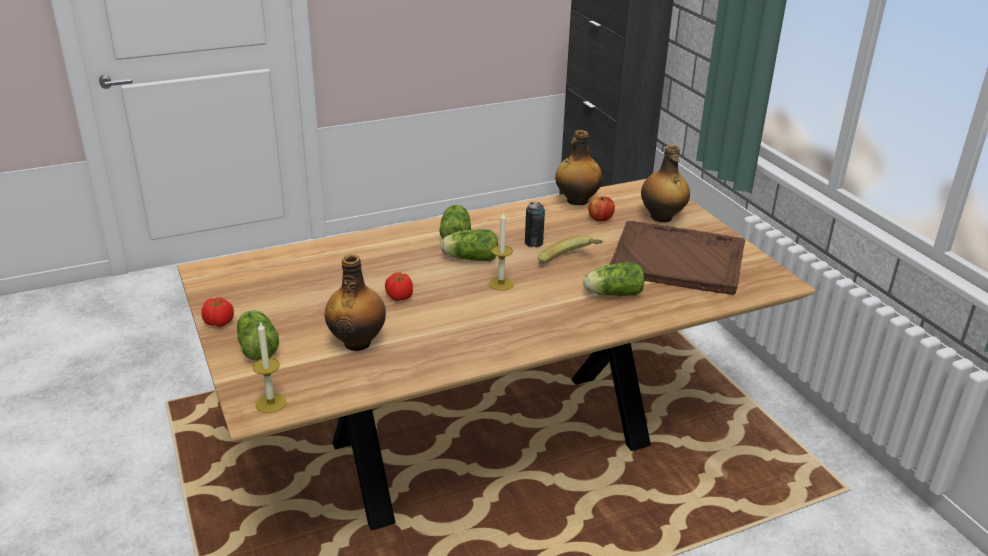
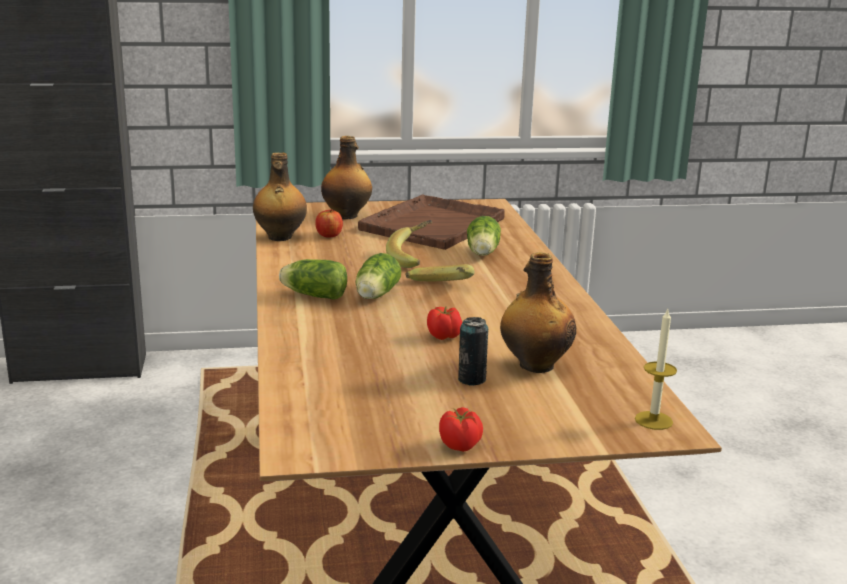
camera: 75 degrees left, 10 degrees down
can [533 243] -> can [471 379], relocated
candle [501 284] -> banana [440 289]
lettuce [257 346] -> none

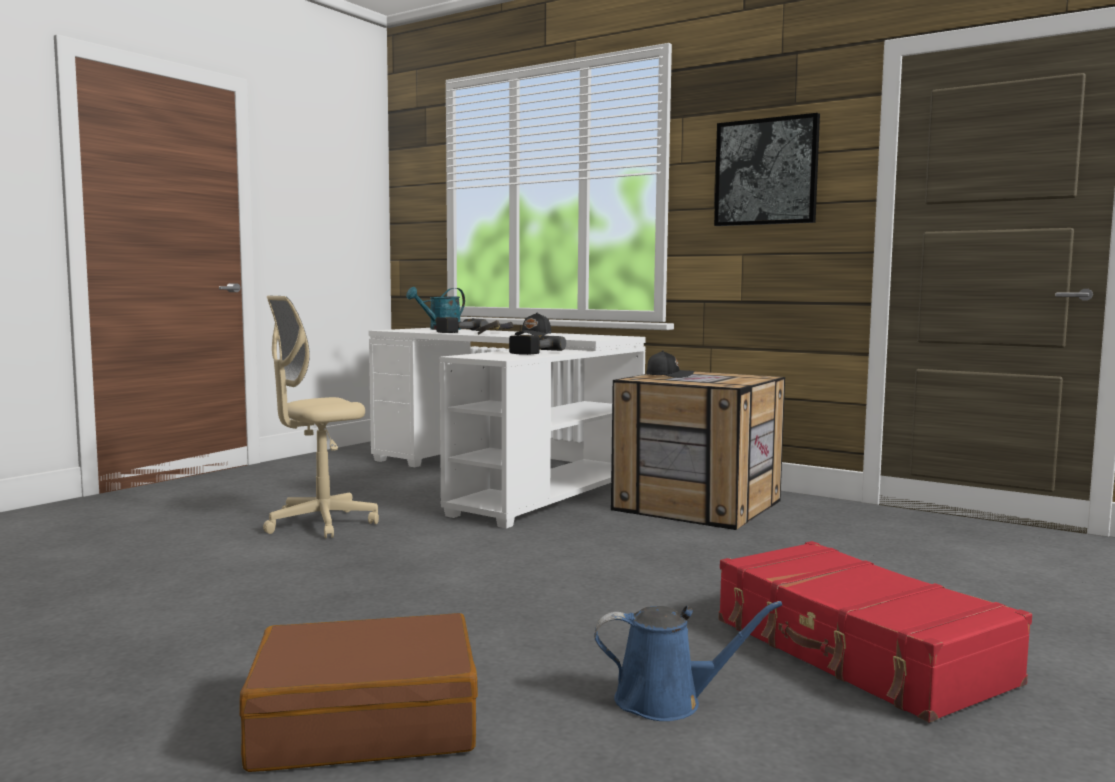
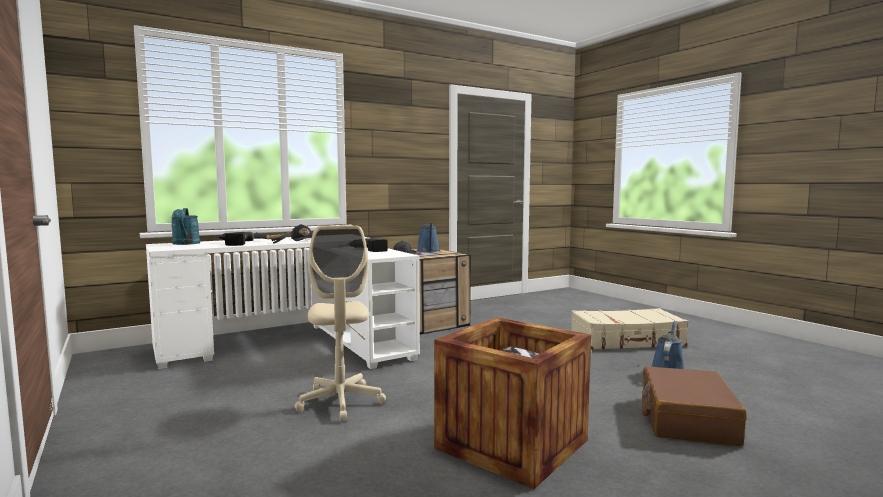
camera: 65 degrees left, 0 degrees up
picture [766 172] -> none
suitcase in red [858 652] -> suitcase in beige [627 341]
none -> watering can in blue [428 251]
none -> crate [512 444]

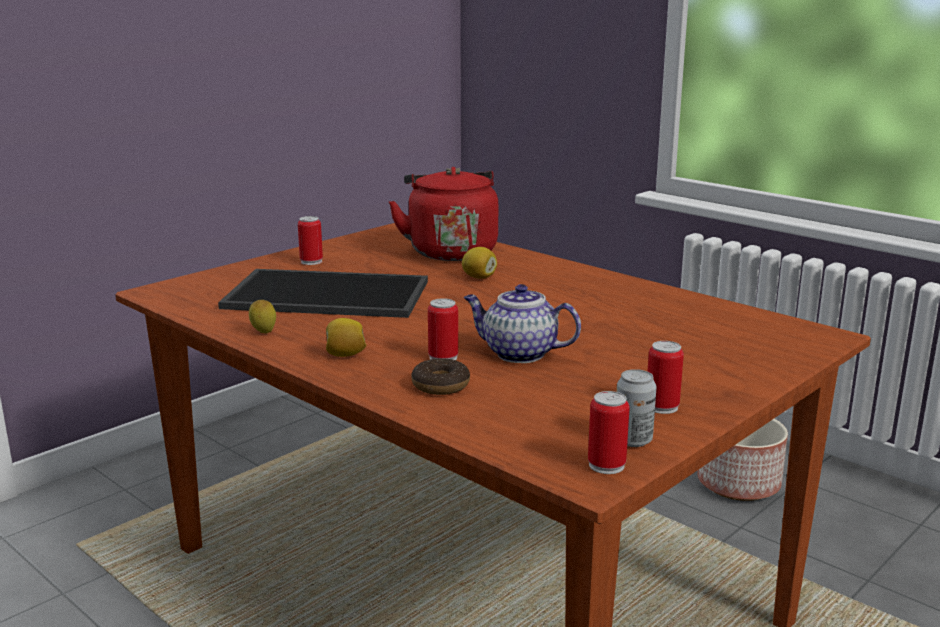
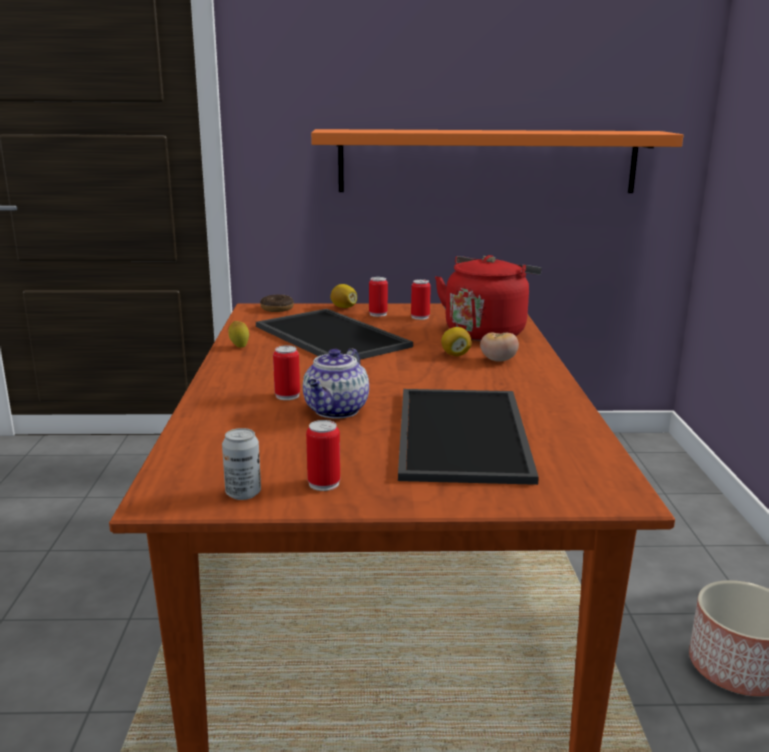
camera: 45 degrees right, 0 degrees up
teapot [518 354] -> teapot [336 411], 135 degrees counterclockwise
lemon [345 355] -> lemon [344 307], relocated
donut [440 385] -> donut [277 308], relocated
can [606 465] -> can [420 317], relocated
none -> shelf in orange [487 161]
none -> tomato [498 360]
none -> tray [465 435]

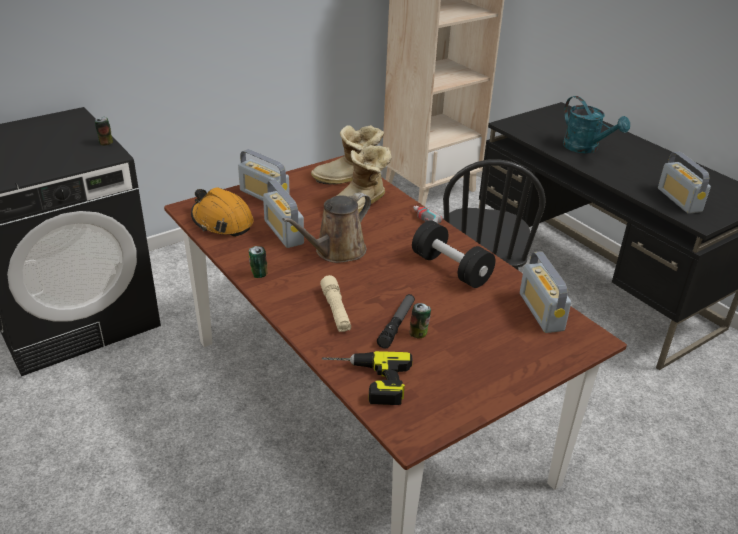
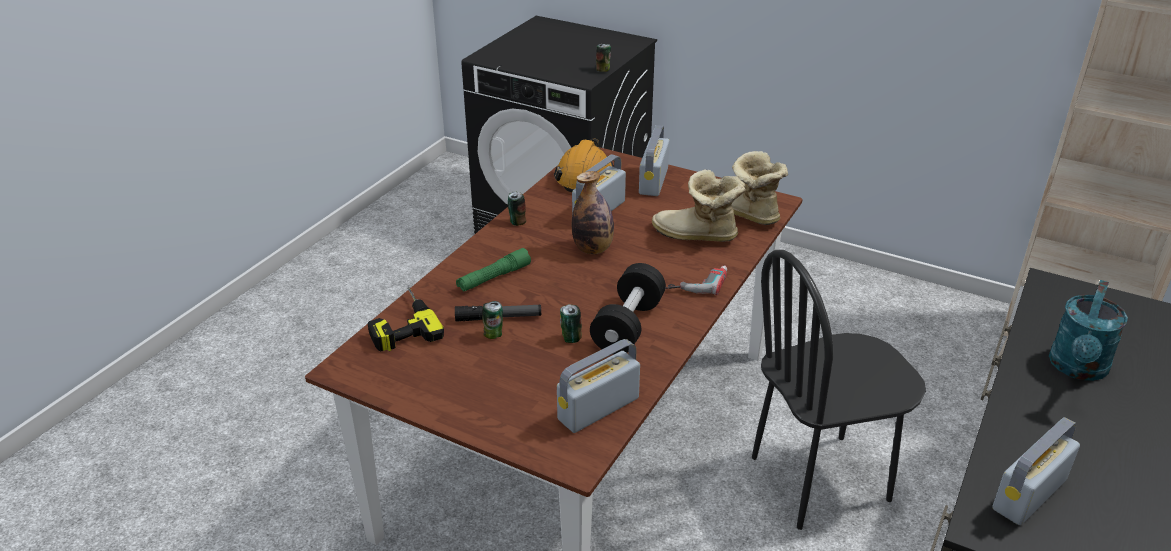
camera: 65 degrees right, 0 degrees up
watering can in brown [336 252] -> bottle [593 249]
flashlight in beige [336 310] -> flashlight in green [494 278]
none -> can [570 338]

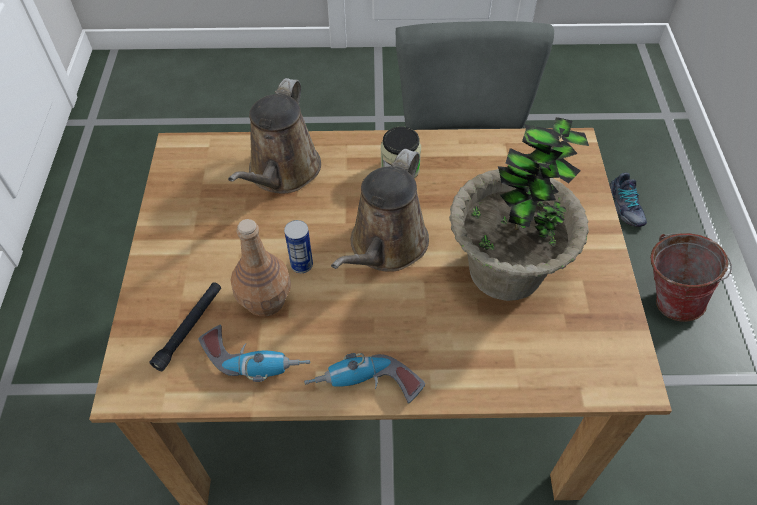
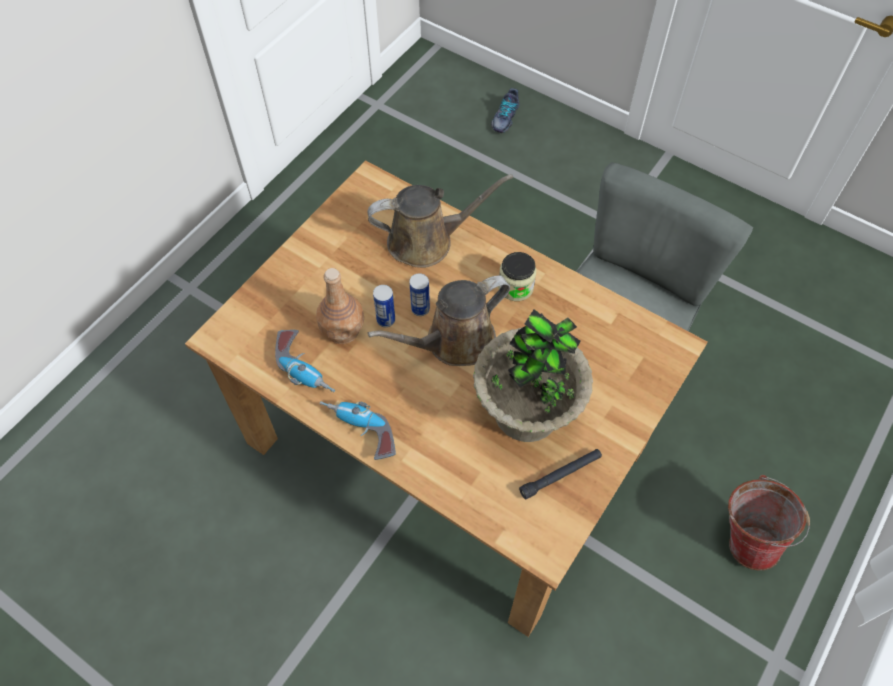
camera: 35 degrees right, 5 degrees up
watering can in brown [282 173] -> watering can in brown [426 241], 150 degrees counterclockwise
shoe [624 207] -> shoe [504 118], relocated
flashlight in black [189 328] -> flashlight in black [560 475], relocated
none -> can [420 309]

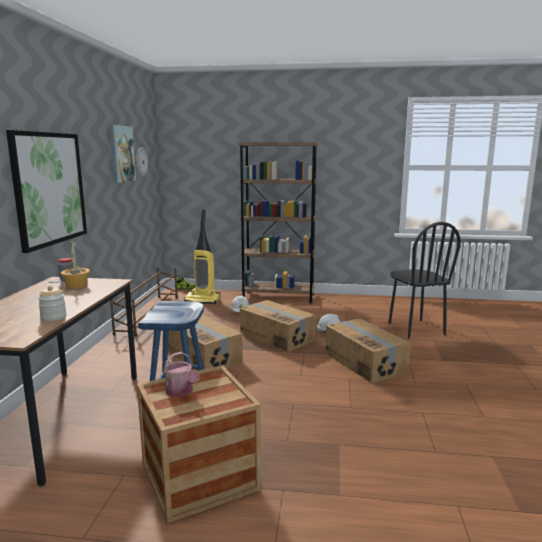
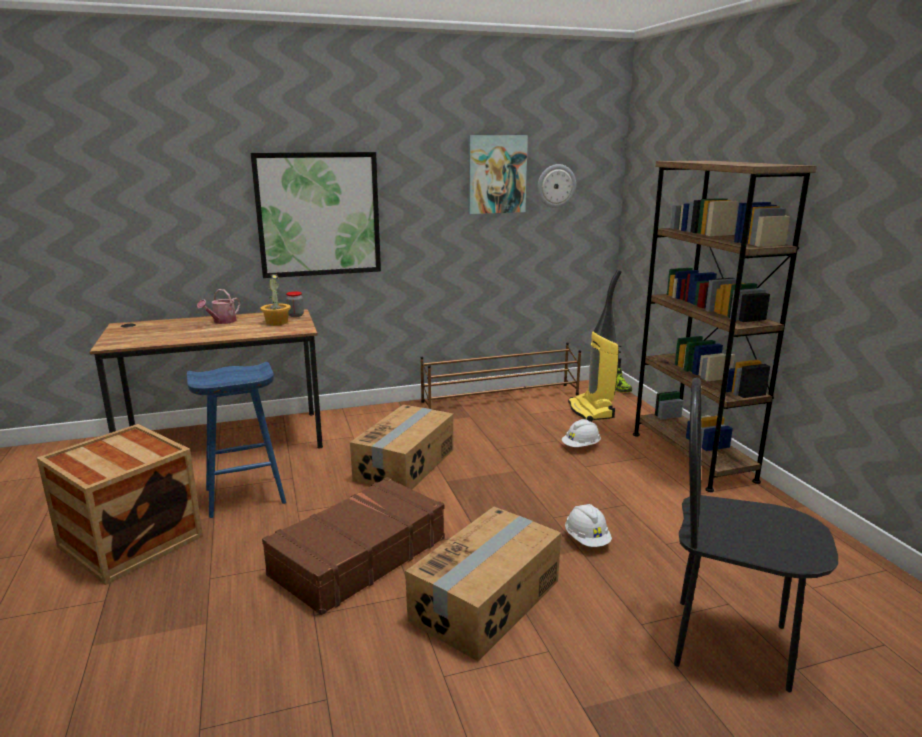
camera: 65 degrees right, 5 degrees up
chair in black [415 328] -> chair in black [730 643], 60 degrees clockwise
jar [53 317] -> none
cardboard box [277 337] -> none
watering can [181 392] -> watering can [222 321], relocated
none -> suitcase in brown [358 556]

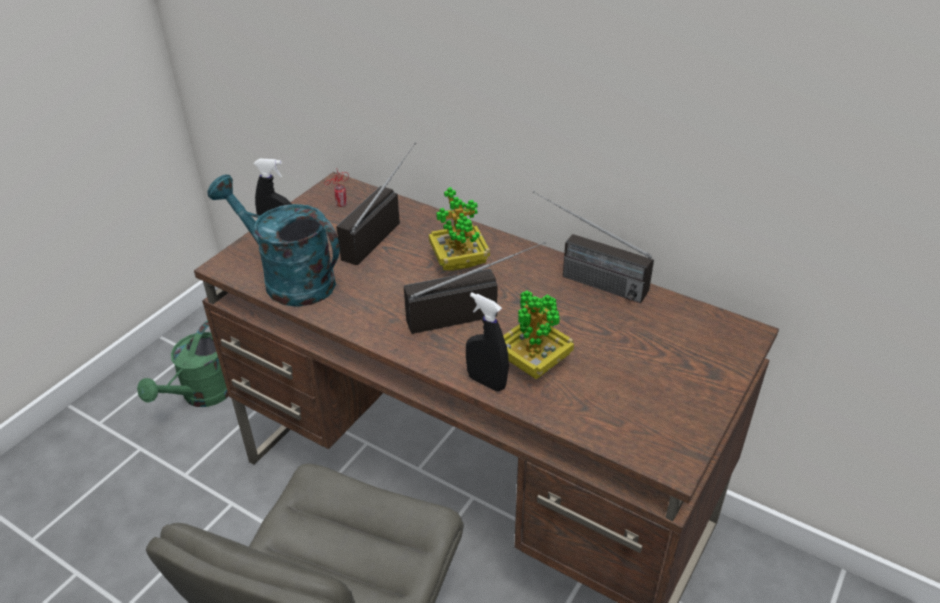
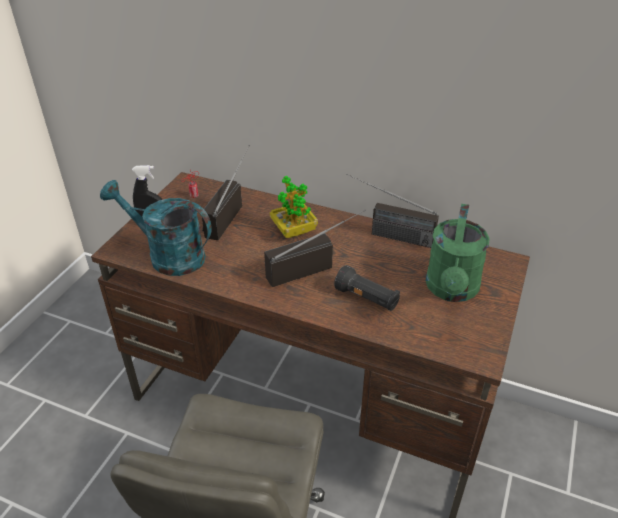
camera: 10 degrees left, 0 degrees up
potted plant [533 363] -> flashlight in black [367 299]
spray bottle in black [486 382] -> none
watering can in green [202 396] -> watering can in green [451 290], relocated

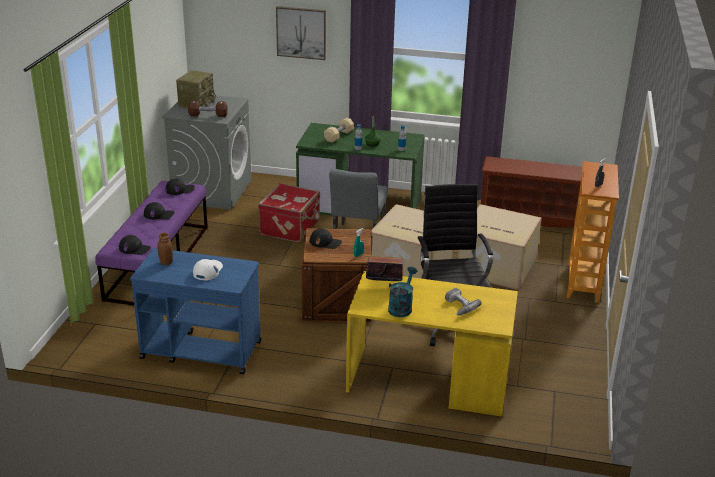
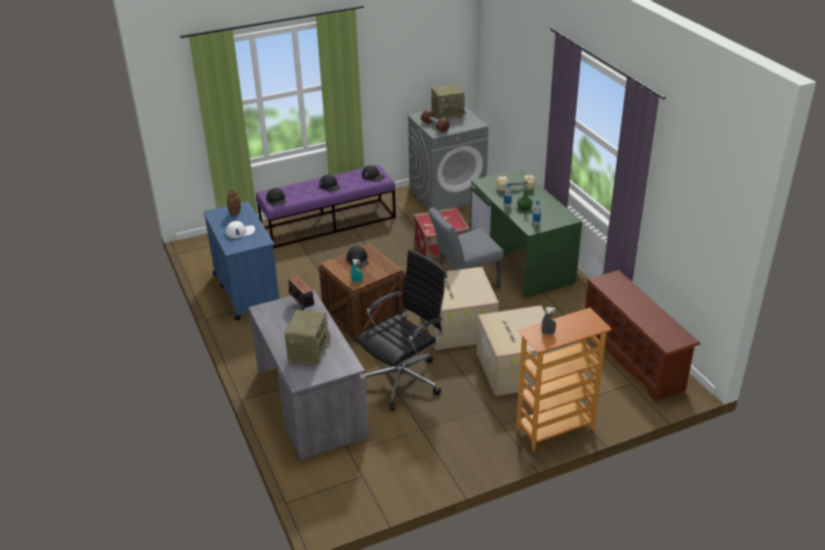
camera: 55 degrees right, 5 degrees up
picture [301 32] -> none
watering can in turquoise [401 307] -> none
desk in yellow [427 380] -> desk in grey [309 403]
power drill [458 306] -> radio [308 350]

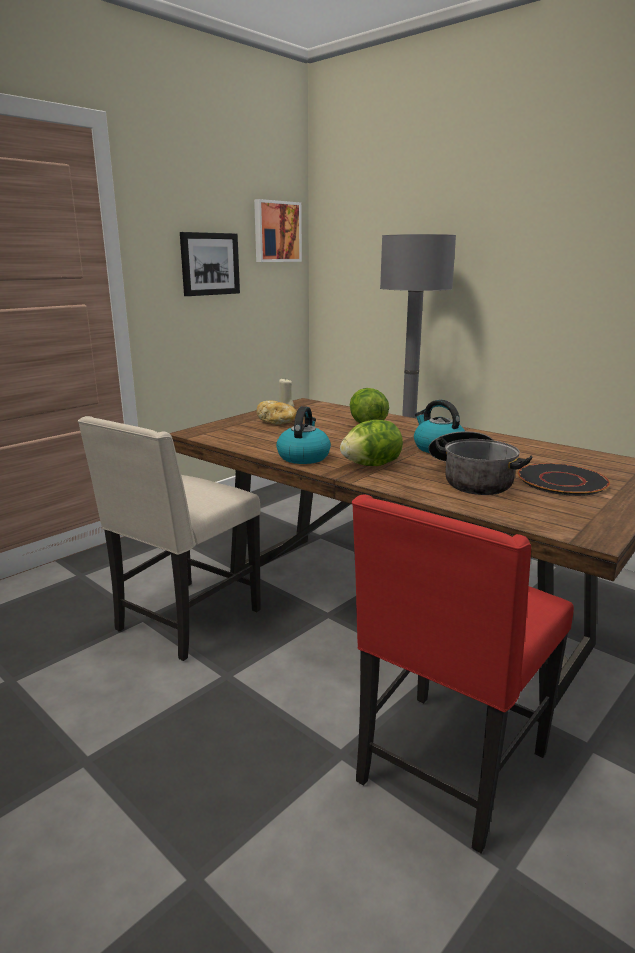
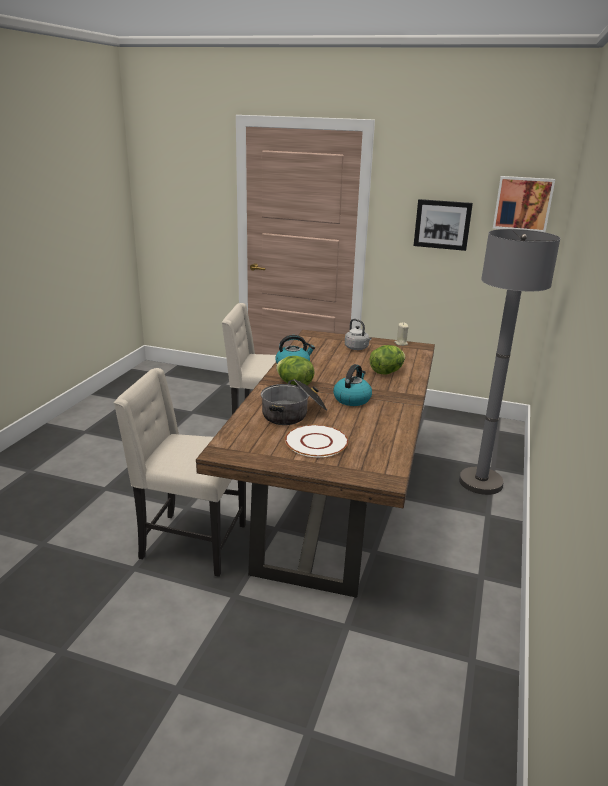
camera: 65 degrees right, 5 degrees up
bread [277 422] -> kettle in grey [357 348]
plate in black [561 481] -> plate in white [316 442]
chair in red [448 769] -> chair in beige [191 542]

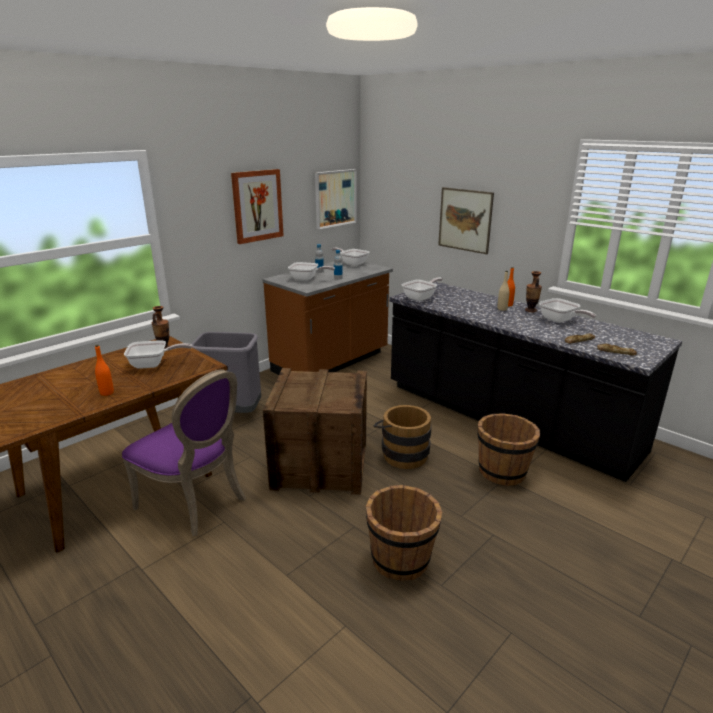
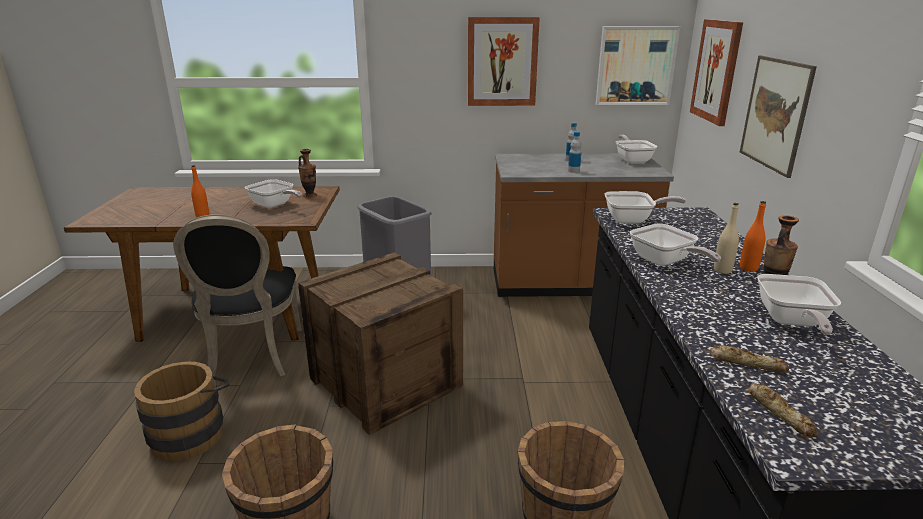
camera: 45 degrees right, 0 degrees up
frying pan [307 279] -> frying pan [664 262], relocated
chair in purple [196 503] -> chair in black [251 357]
bucket in brown [402 453] -> bucket in brown [191 433], relocated
none -> picture [716 71]

